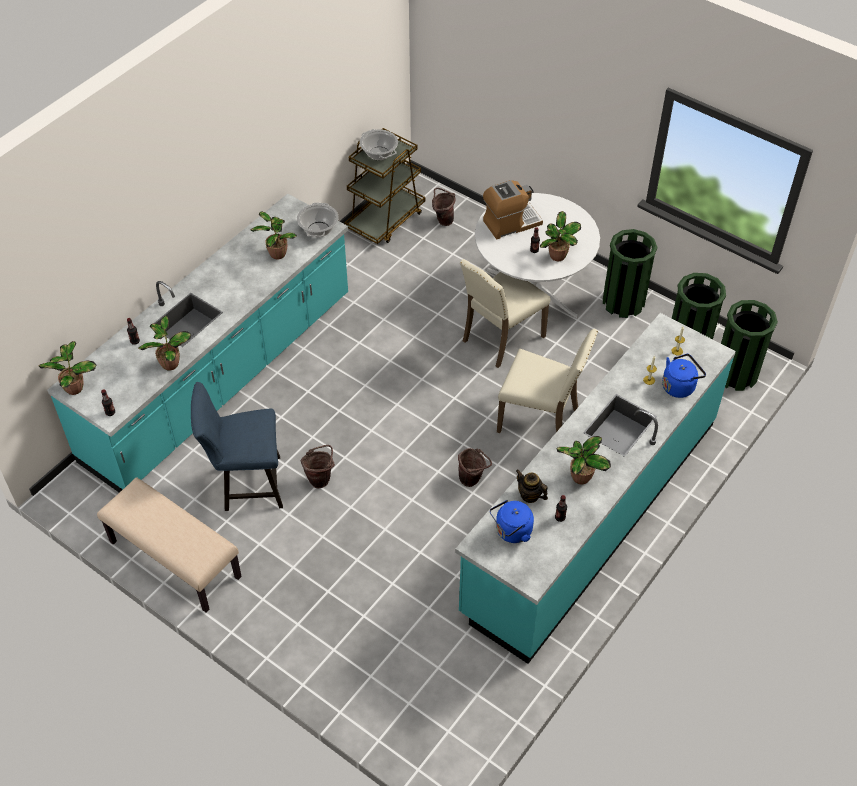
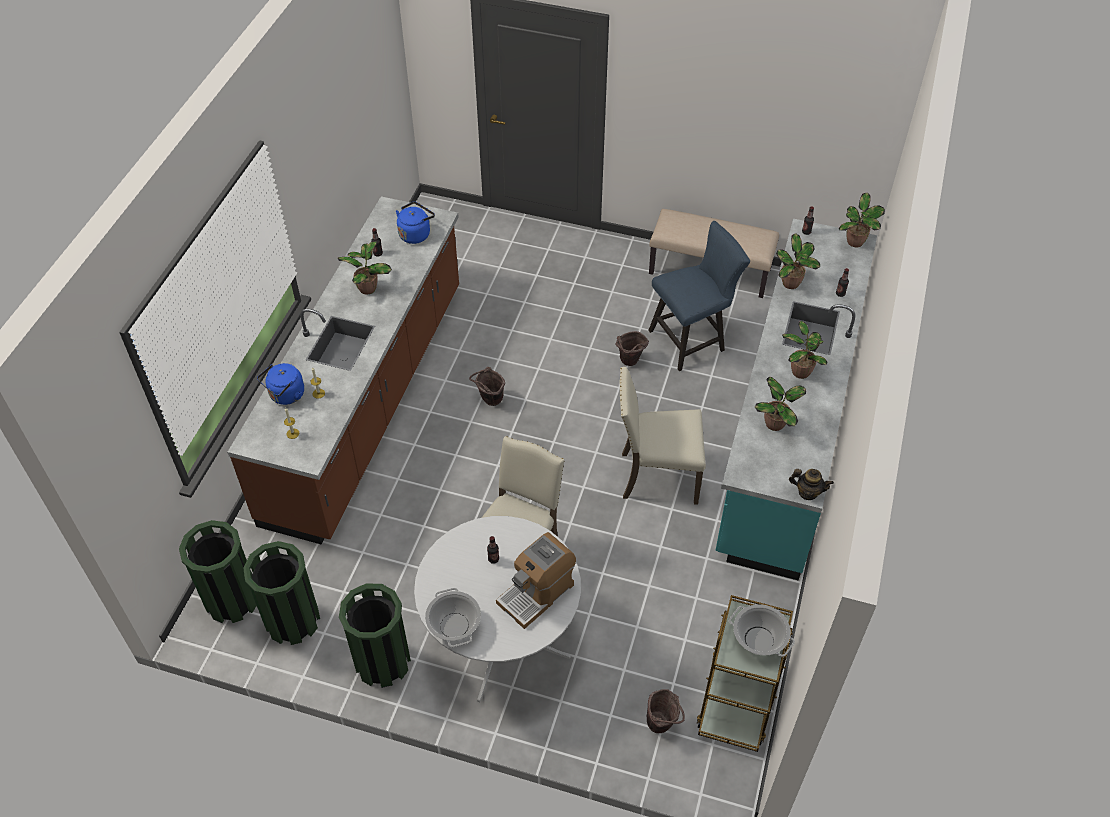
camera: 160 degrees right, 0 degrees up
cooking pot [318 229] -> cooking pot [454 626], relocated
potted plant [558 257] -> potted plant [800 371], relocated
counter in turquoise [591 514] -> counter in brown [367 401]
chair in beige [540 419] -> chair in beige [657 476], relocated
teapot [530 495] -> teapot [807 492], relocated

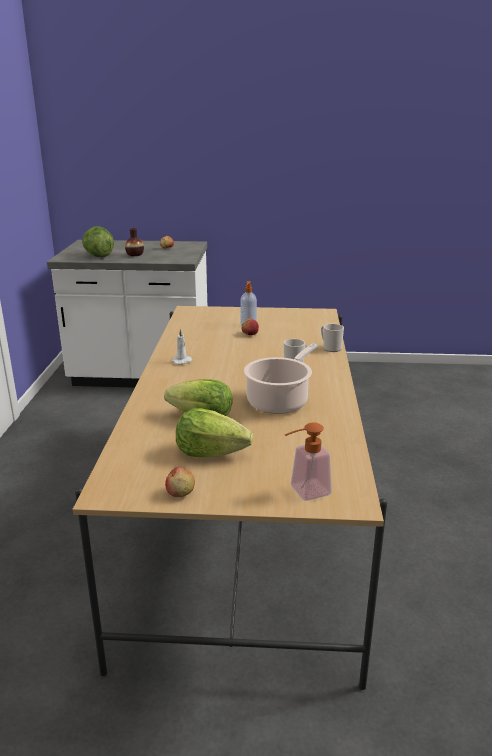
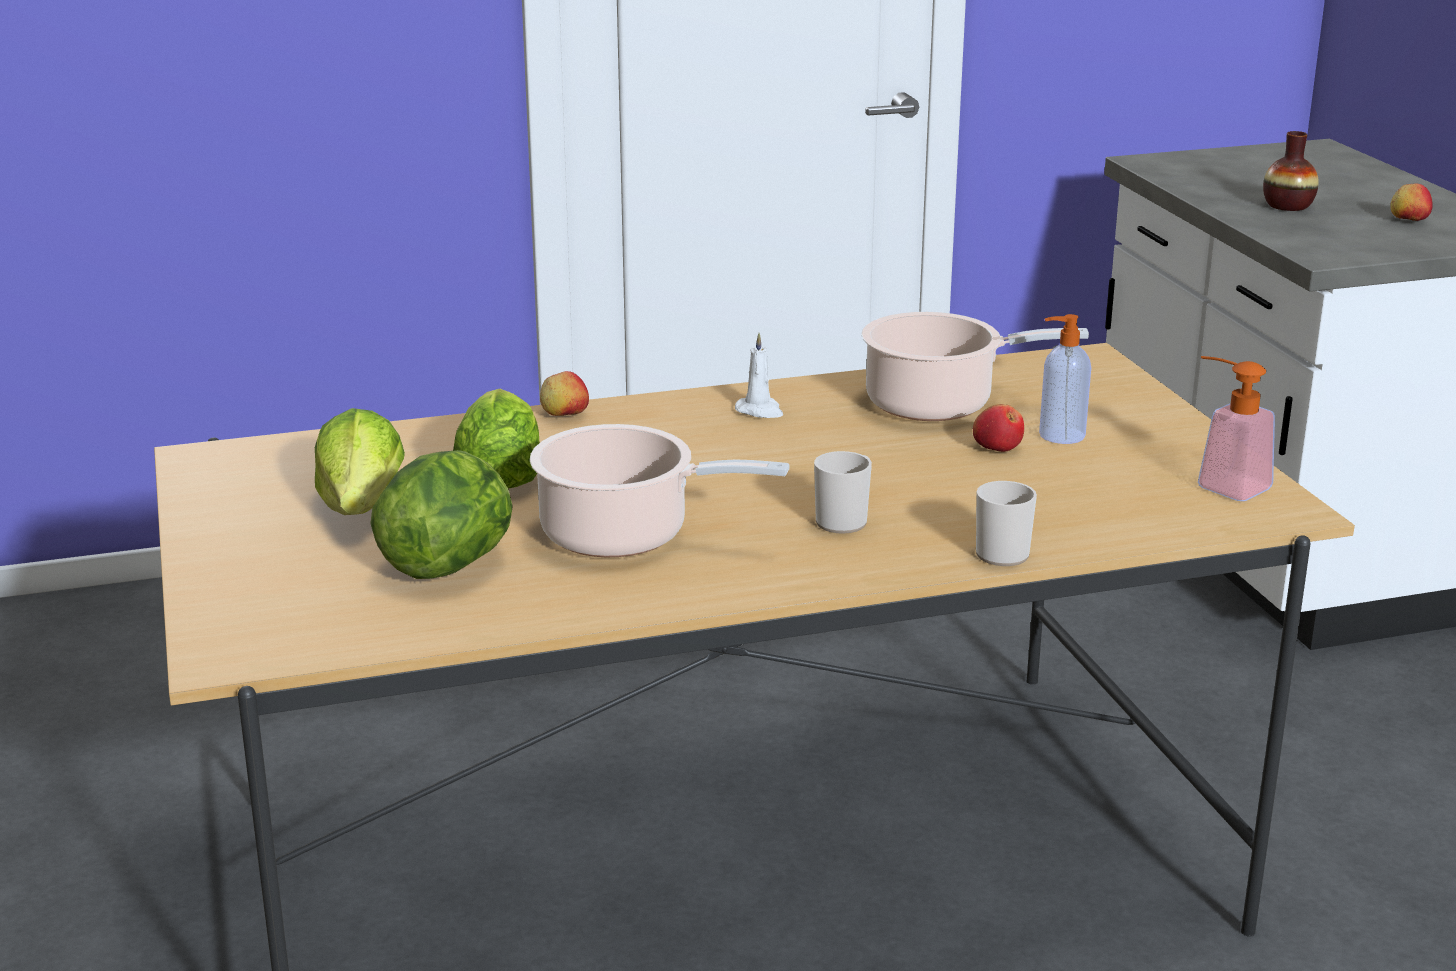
camera: 70 degrees right, 0 degrees up
lettuce [98 256] -> lettuce [451 564], relocated
soap dispenser [304 492] -> soap dispenser [1223 484], relocated
apple [181 493] -> apple [564 414], relocated
none -> cooking pot [938 404]

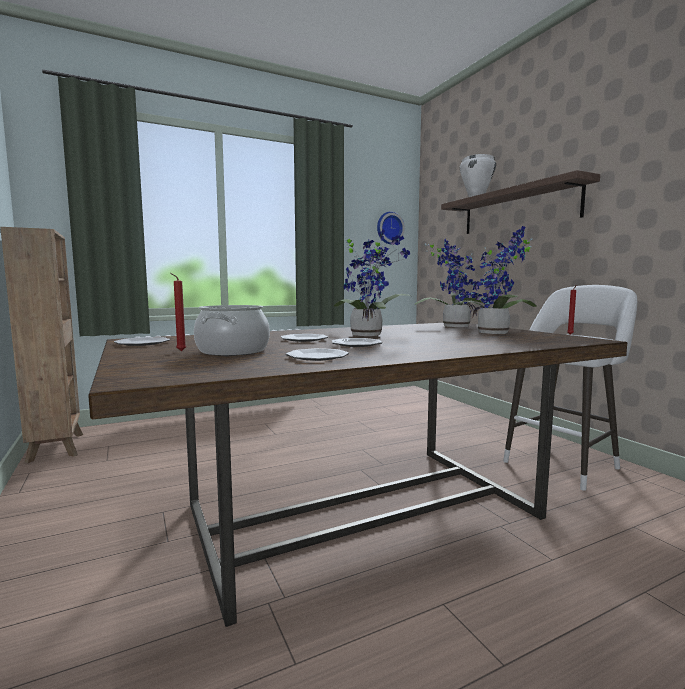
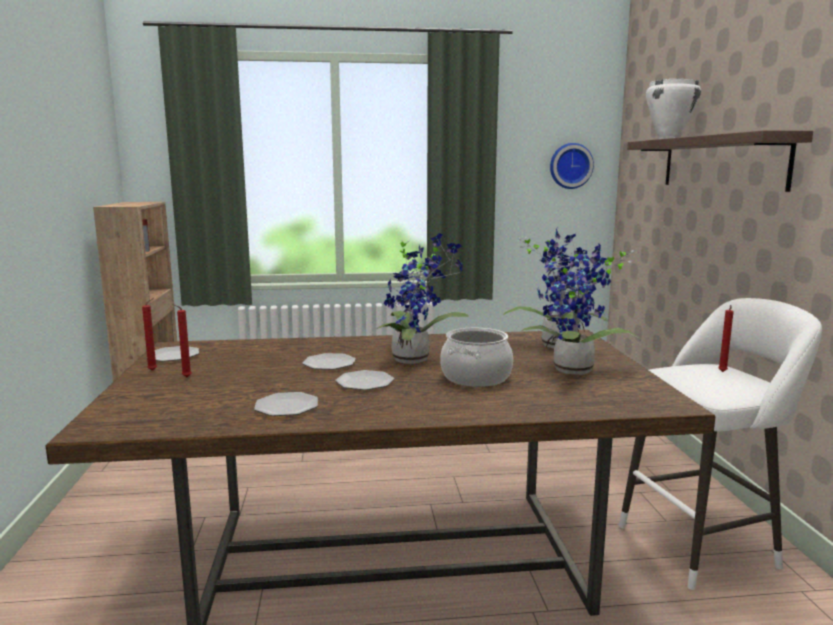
camera: 20 degrees right, 5 degrees up
cooking pot [232 351] -> cooking pot [475 377], relocated
none -> candle in red [154 370]

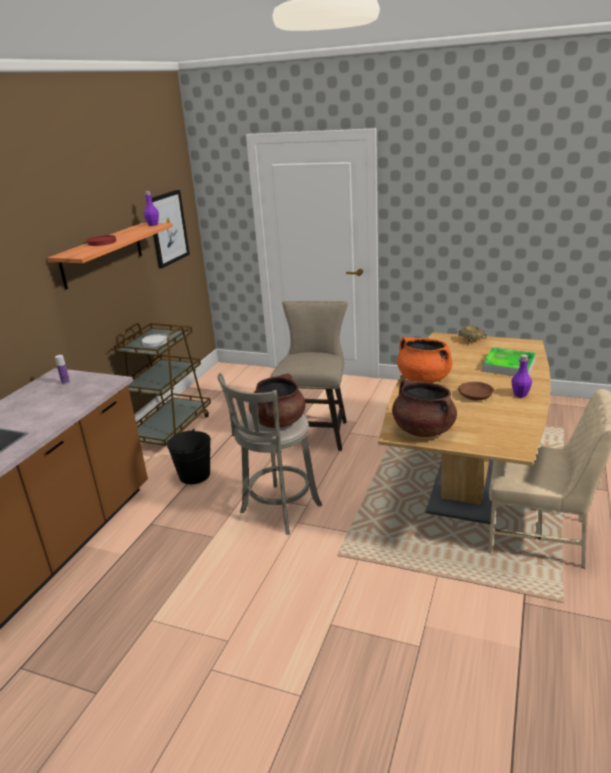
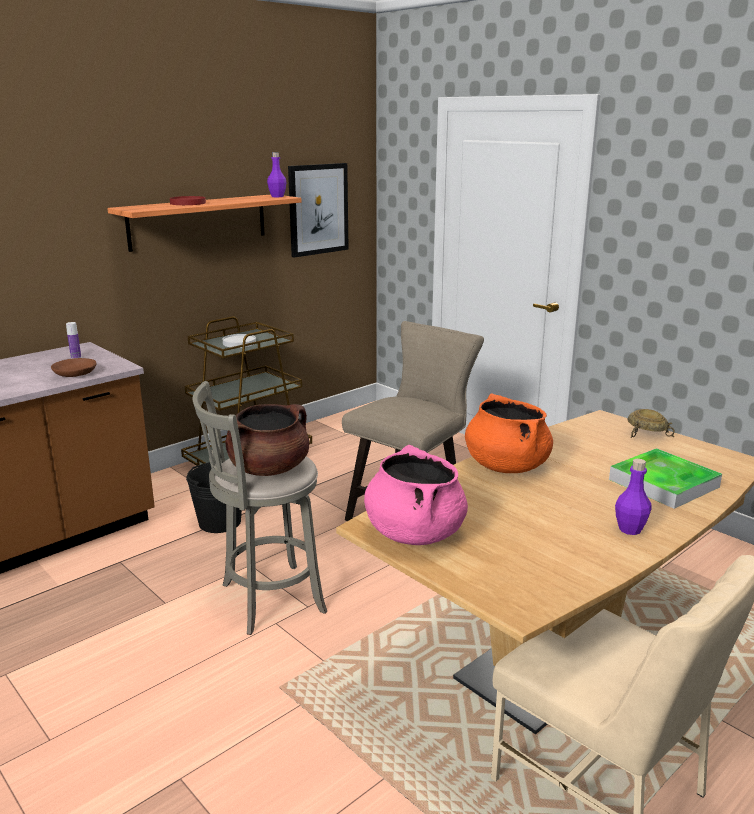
camera: 25 degrees right, 5 degrees down
cooking pot in brown [423 430] -> cooking pot in pink [414 533]
bowl in brown [476 396] -> bowl in brown [75 374], relocated

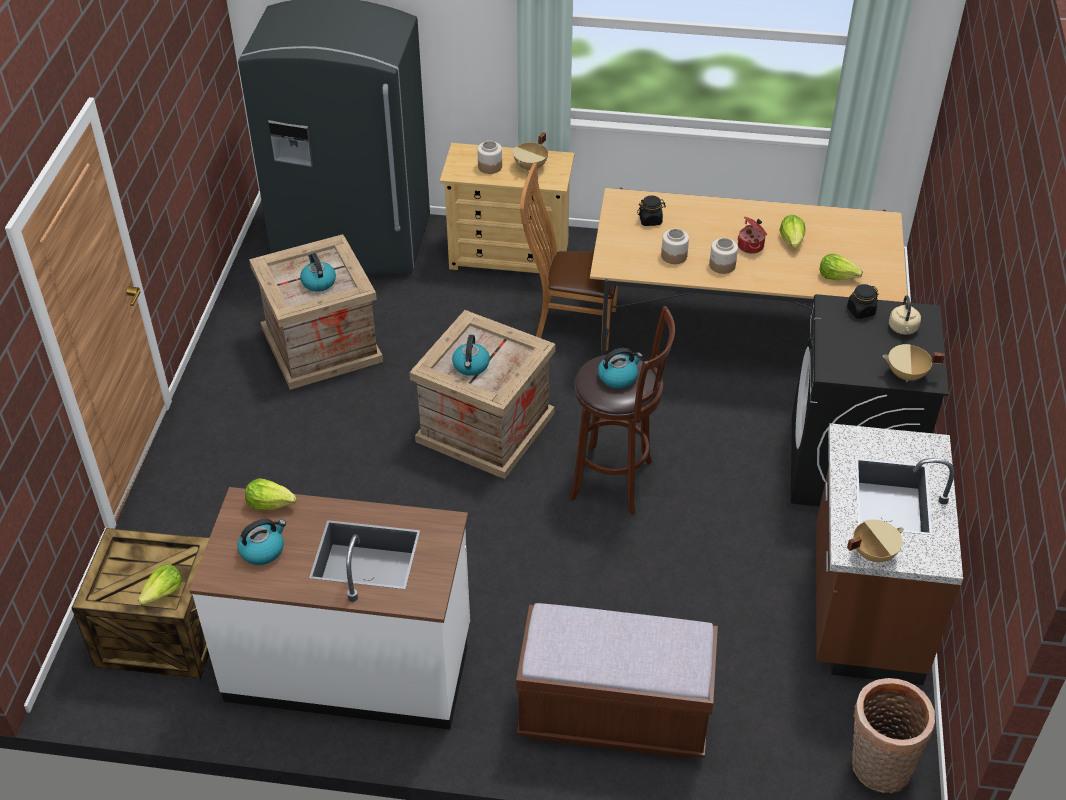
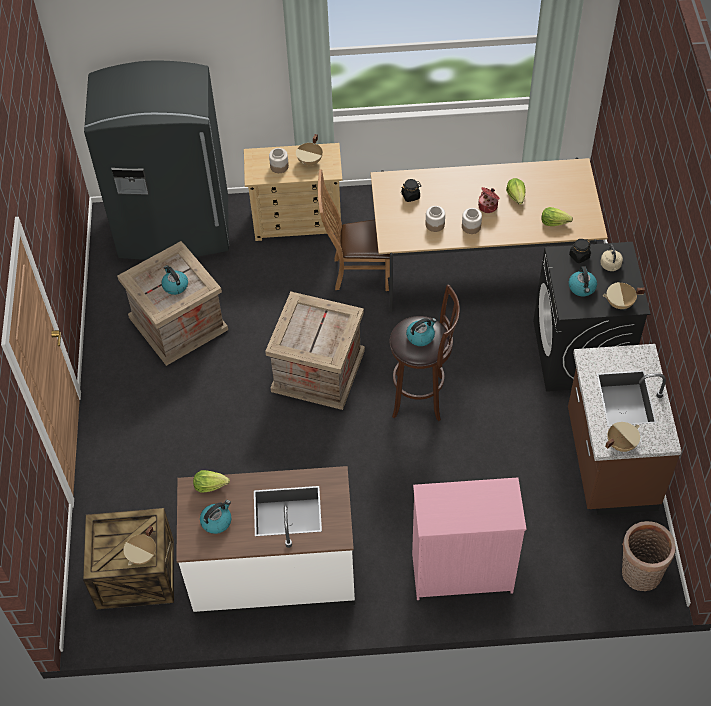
camera: 10 degrees left, 10 degrees up
kettle [471 366] -> kettle [582 288], relocated
lettuce [163 593] -> cooking pot in beige [143 555]
bench in brown [613 715] -> dresser in pink [461 572]

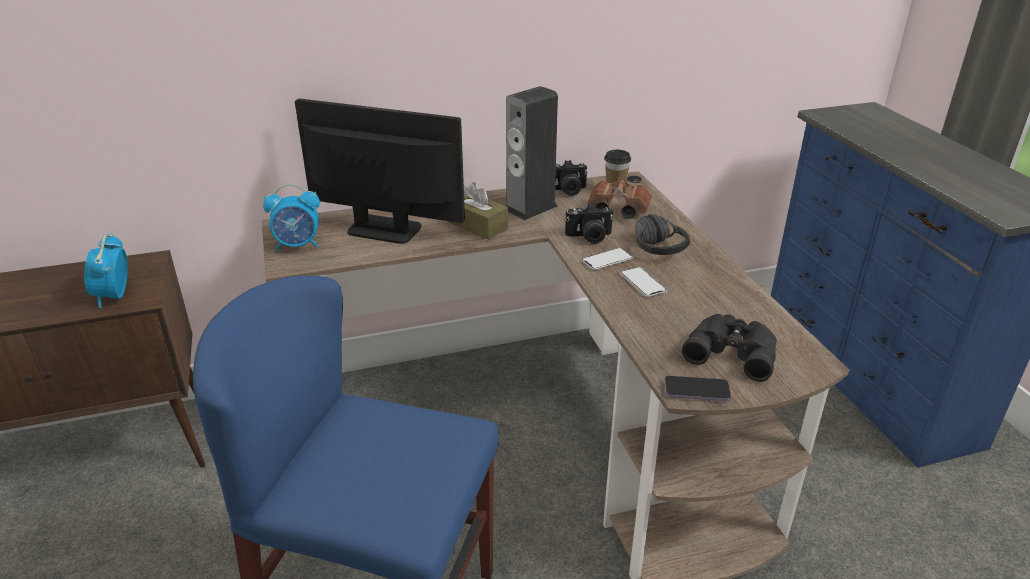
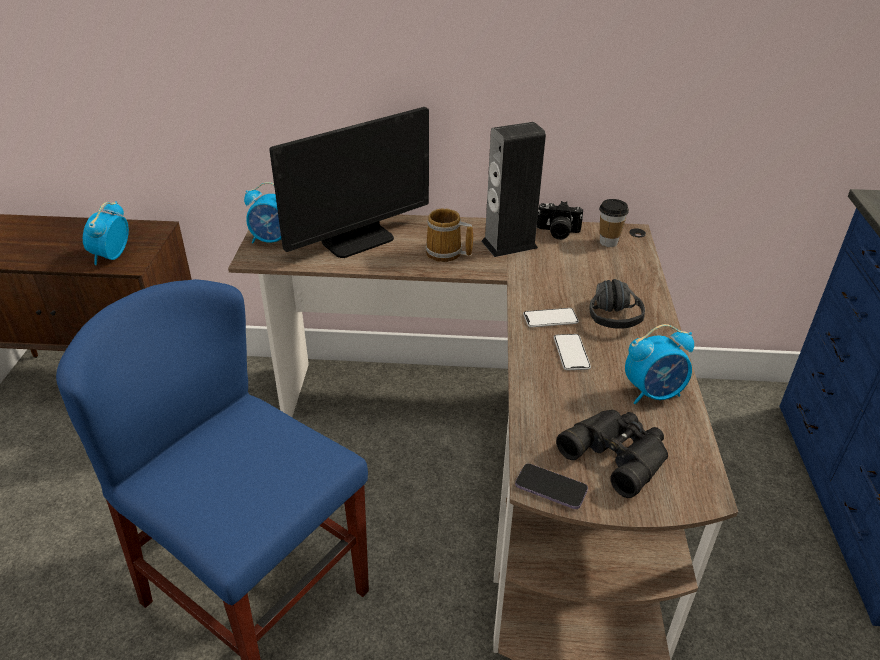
camera: 20 degrees right, 5 degrees up
monitor [384 229] -> monitor [357 240], 105 degrees clockwise
binoculars in brown [616 211] -> none
tissue box in brown [477 225] -> mug [446 253]
photo camera [589 237] -> none
none -> alarm clock [653 393]

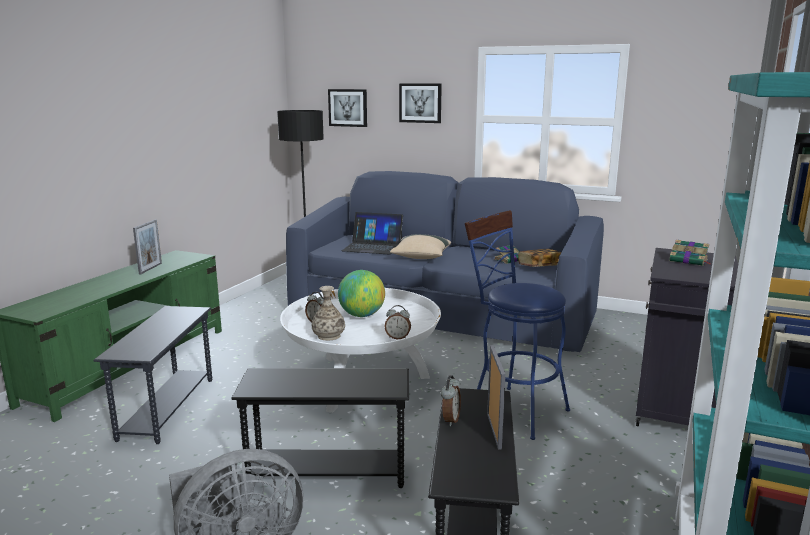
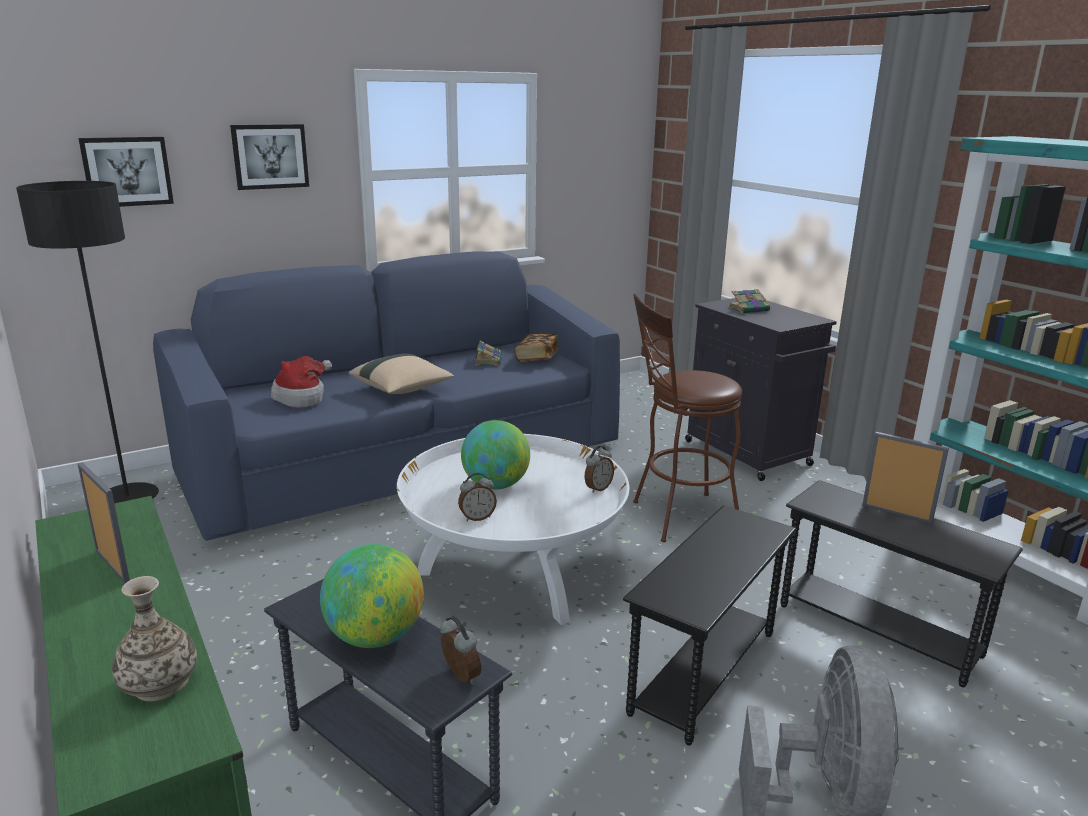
camera: 55 degrees left, 5 degrees up
stool in blue [512 409] -> stool in brown [676 517]
laptop [373 247] -> hat [303 396]
vase [328 336] -> vase [160 683], relocated
alarm clock [450 420] -> alarm clock [459 677], relocated
none -> globe [375 637]

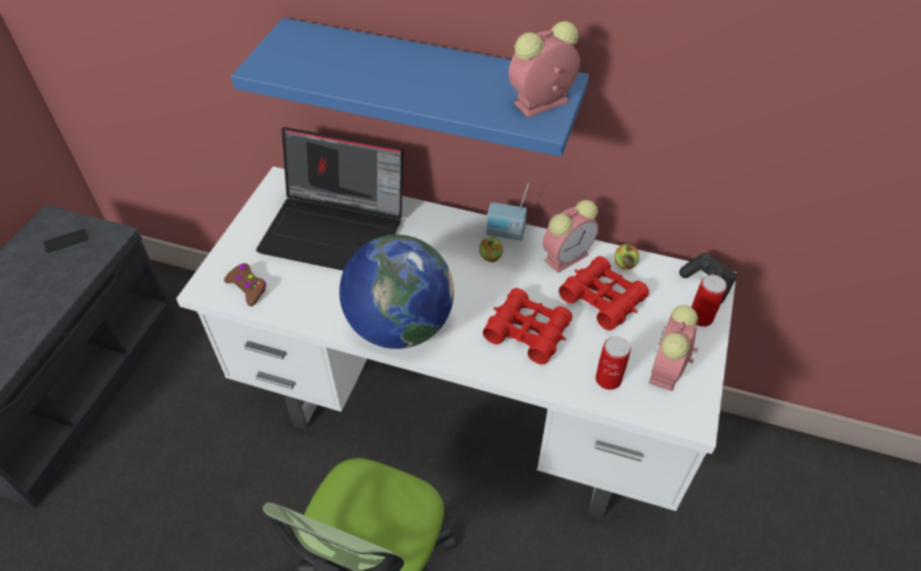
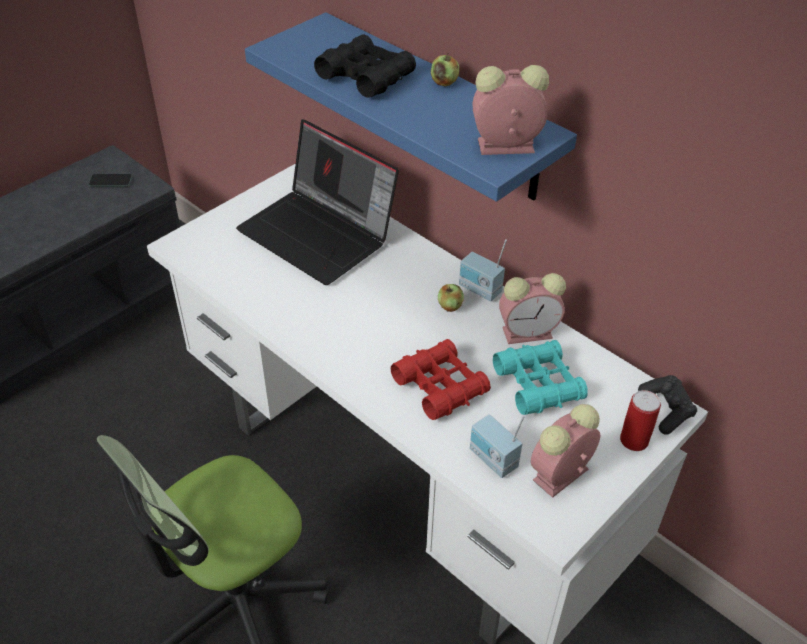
camera: 25 degrees right, 5 degrees down
globe [400 325] -> none
apple [624 264] -> apple [444 82], relocated
binoculars in red [602 299] -> binoculars in turquoise [538 384]
game controller in brown [248 287] -> none
can [608 379] -> radio [492 460]
none -> binoculars in black [366 76]

